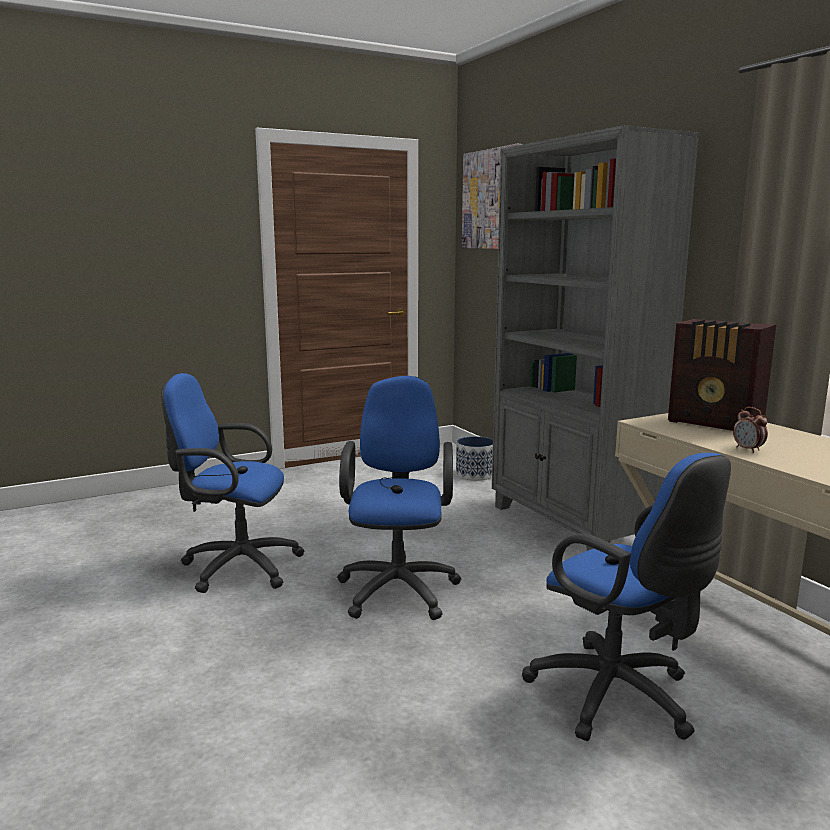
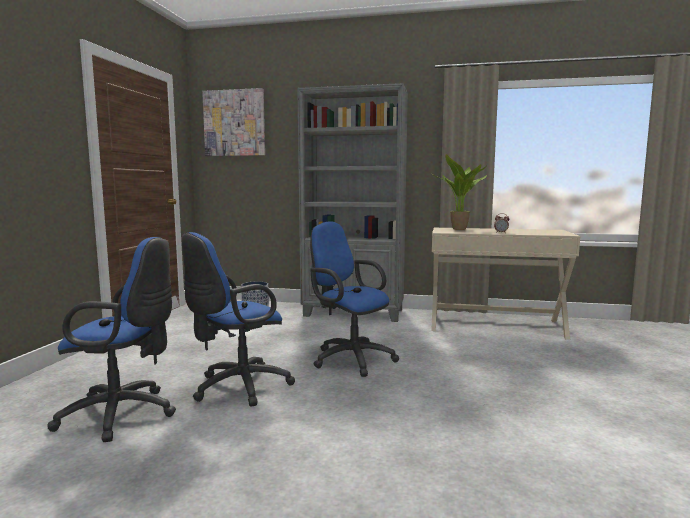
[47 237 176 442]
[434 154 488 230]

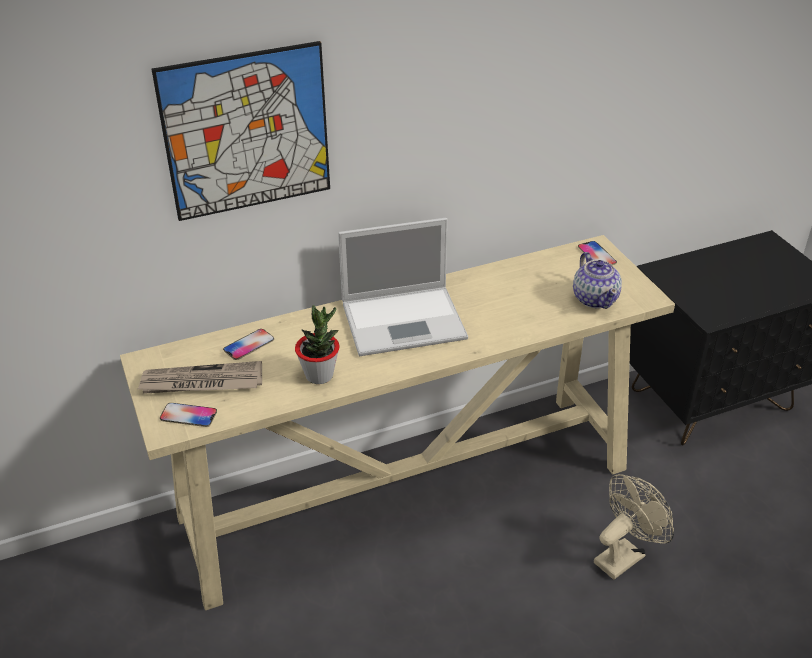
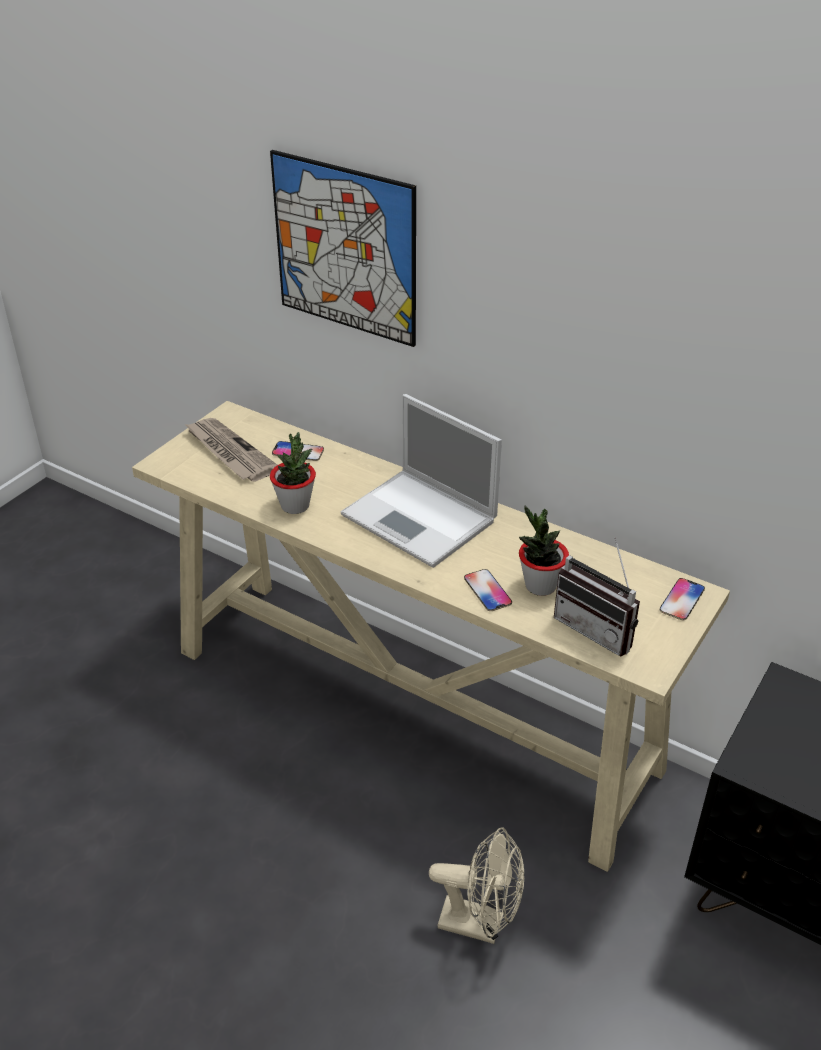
[464 569 512 611]
[554 537 640 656]
[519 505 569 596]

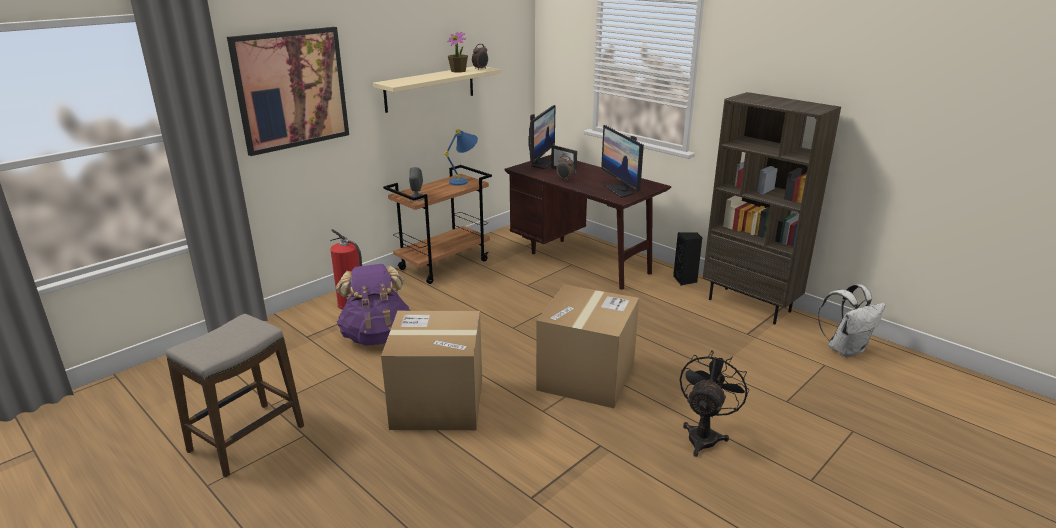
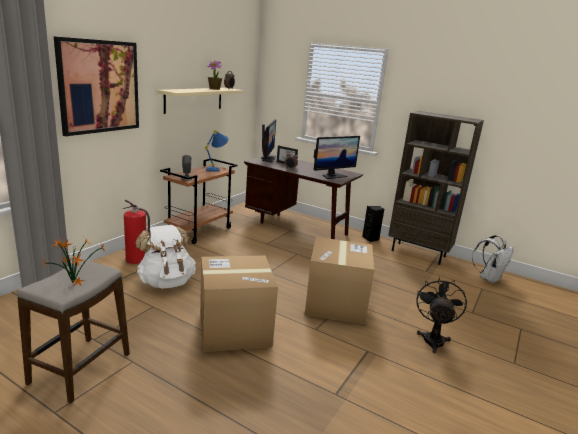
[135 225 196 289]
[314 136 360 179]
[42 237 105 287]

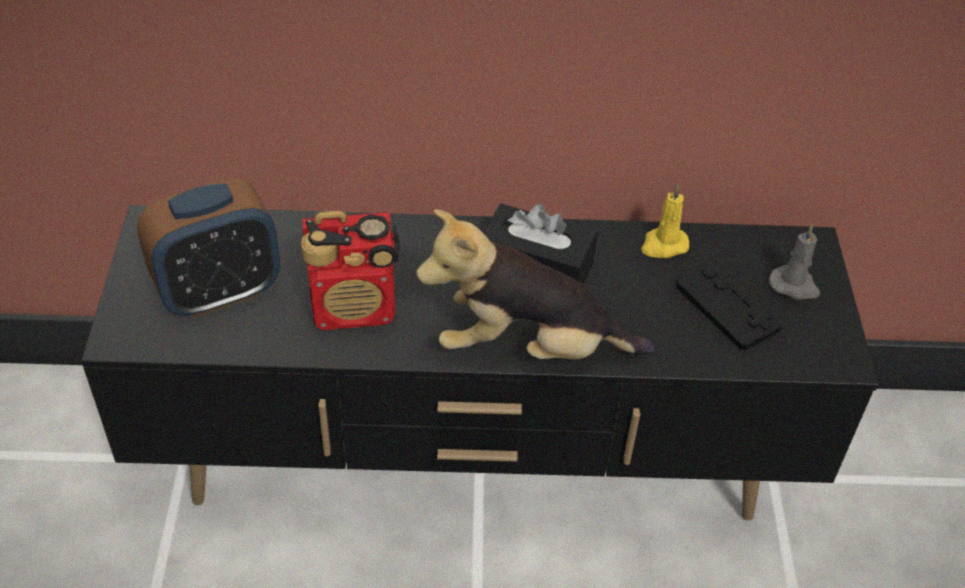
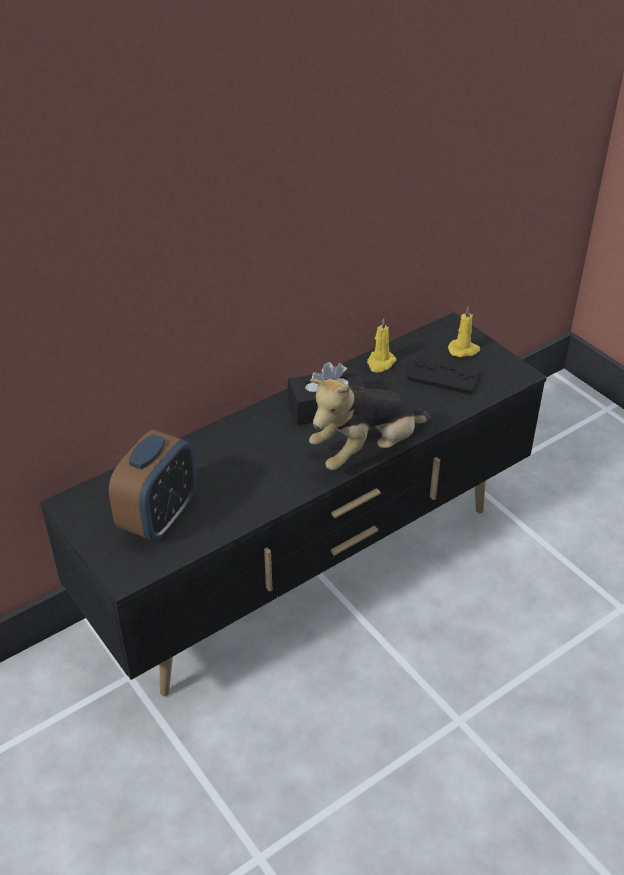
[301 210 400 330] (first image)
[448 306 480 357]

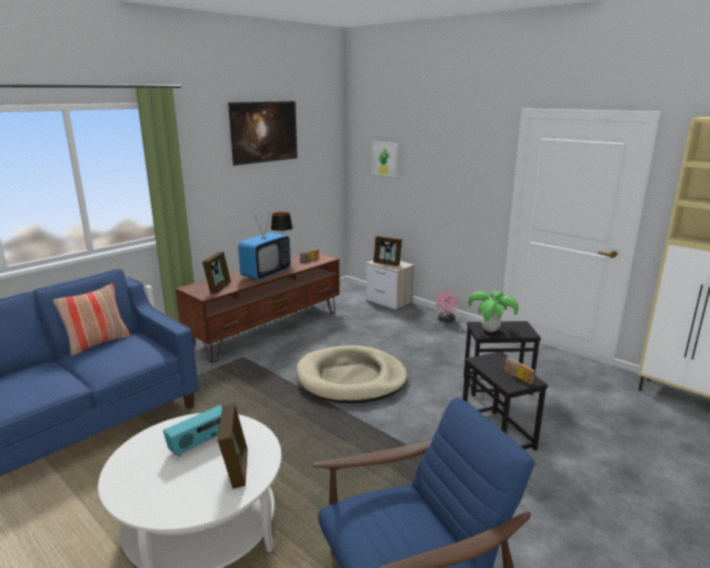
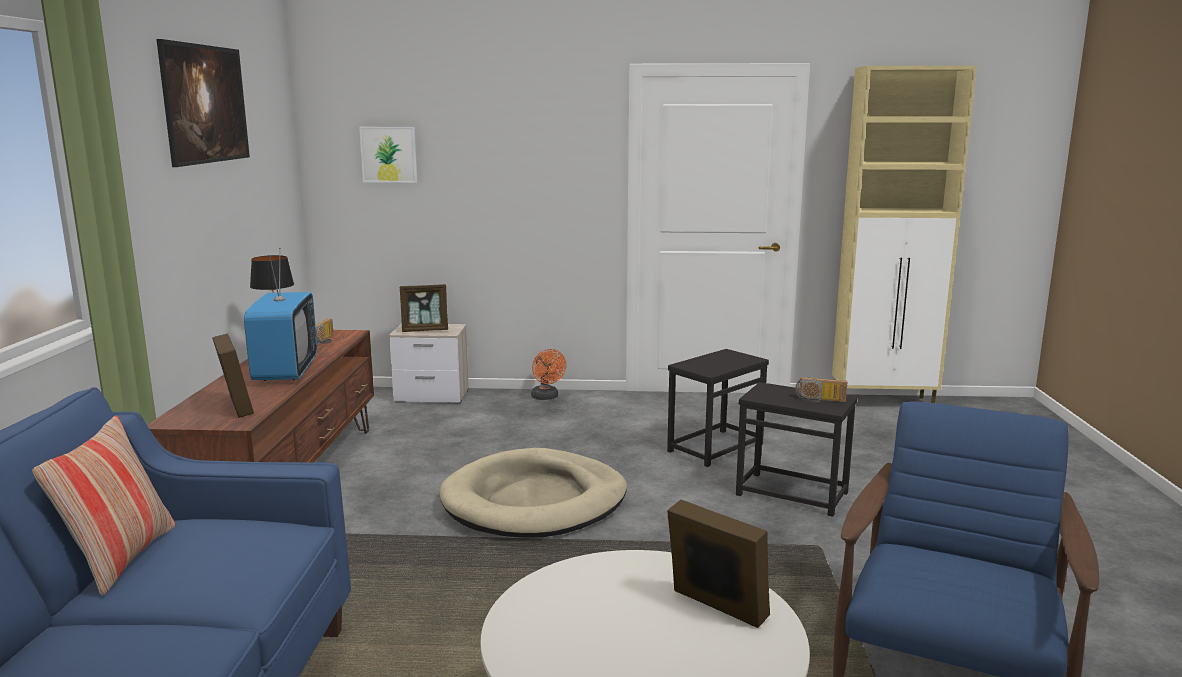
[163 405 222 457] (first image)
[531 349 566 400]
[468 290 518 332] (first image)

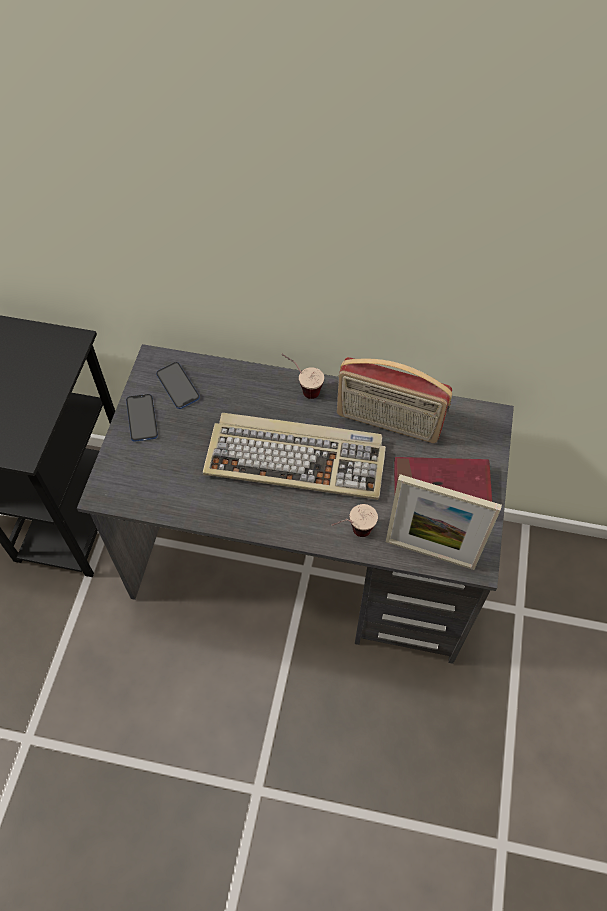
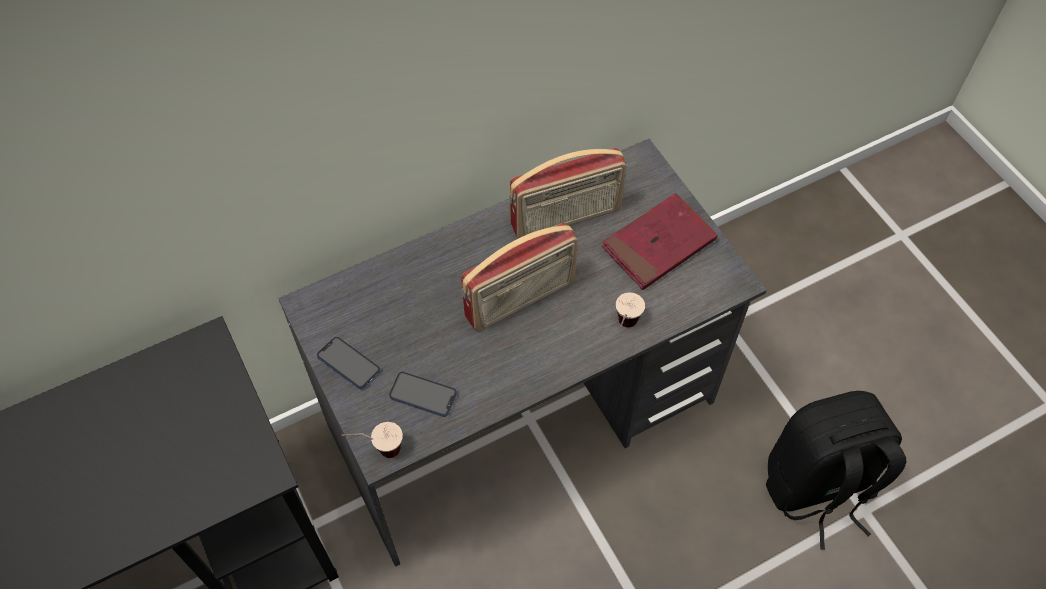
[389 371 457 417]
[461 223 578 331]
[342 422 403 458]
[386 474 502 570] (first image)
[766 391 906 550]

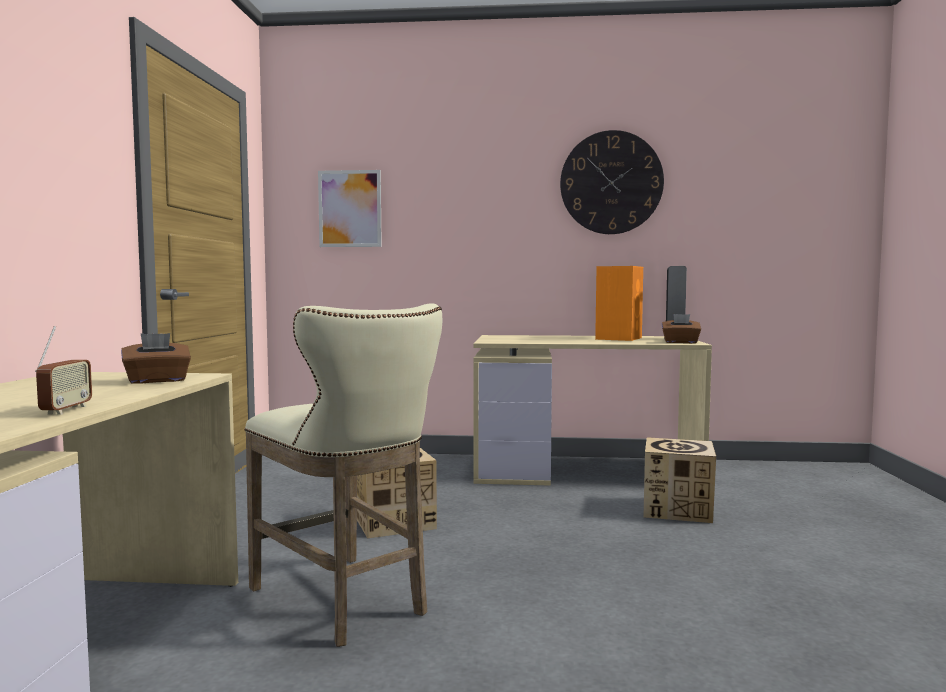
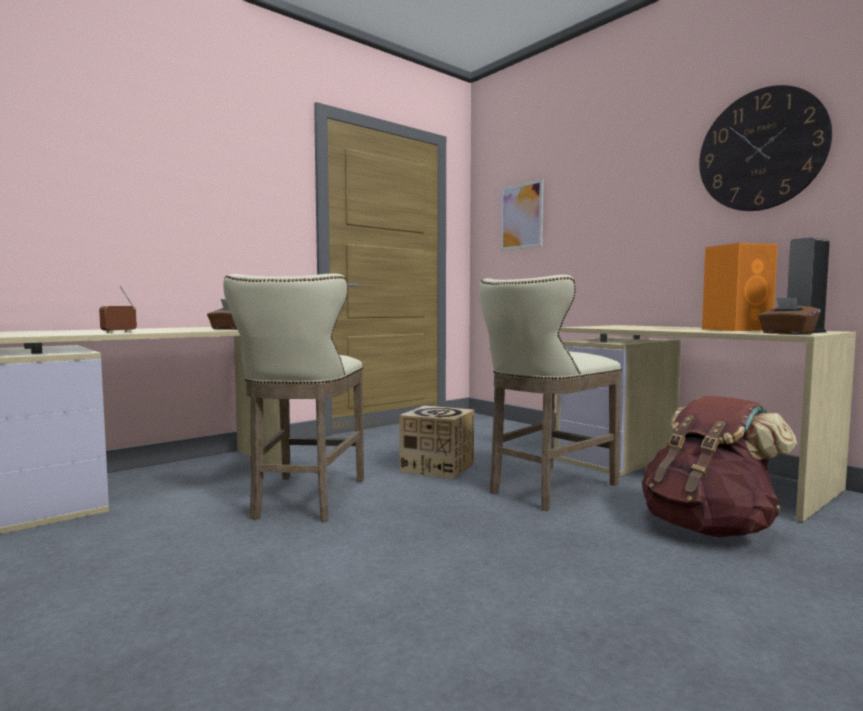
[99 286 137 333]
[642 396 797 537]
[479 275 622 511]

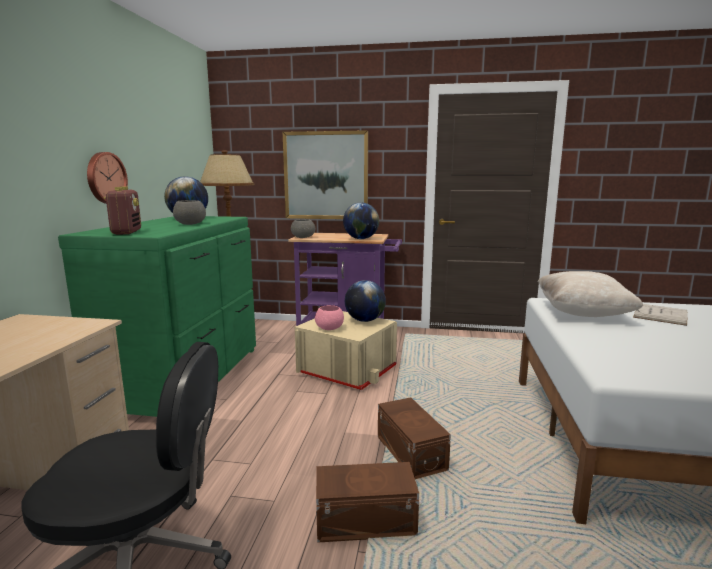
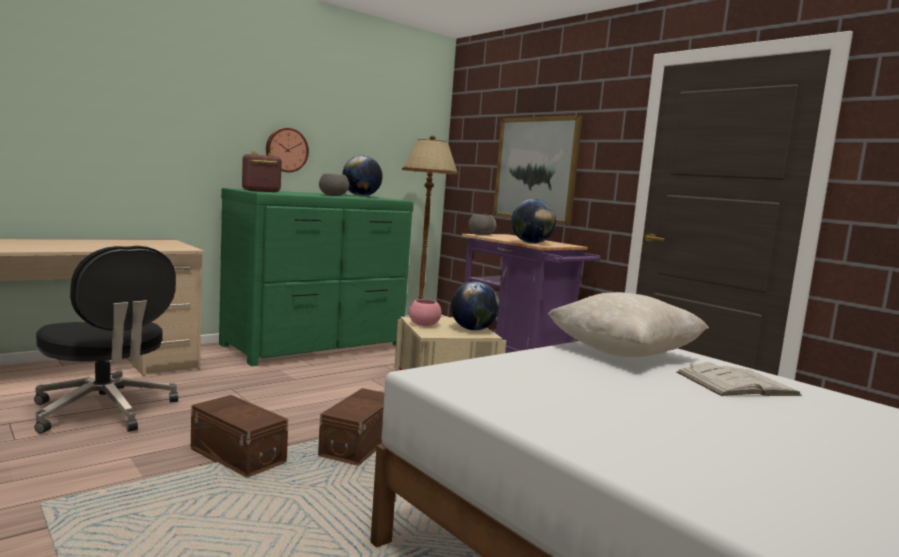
[242 152 282 192]

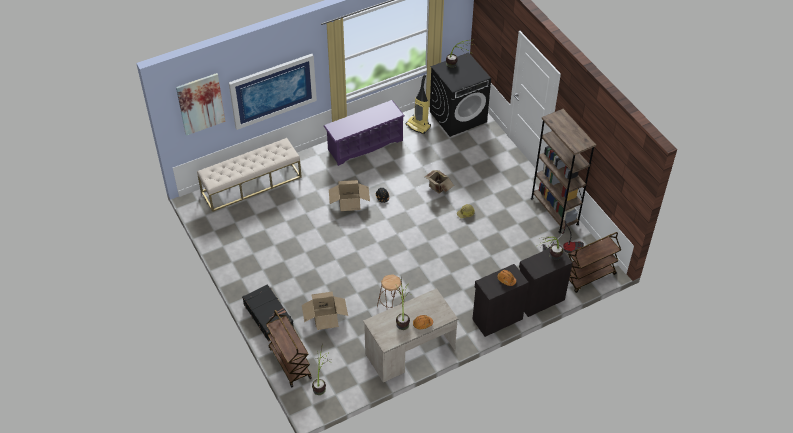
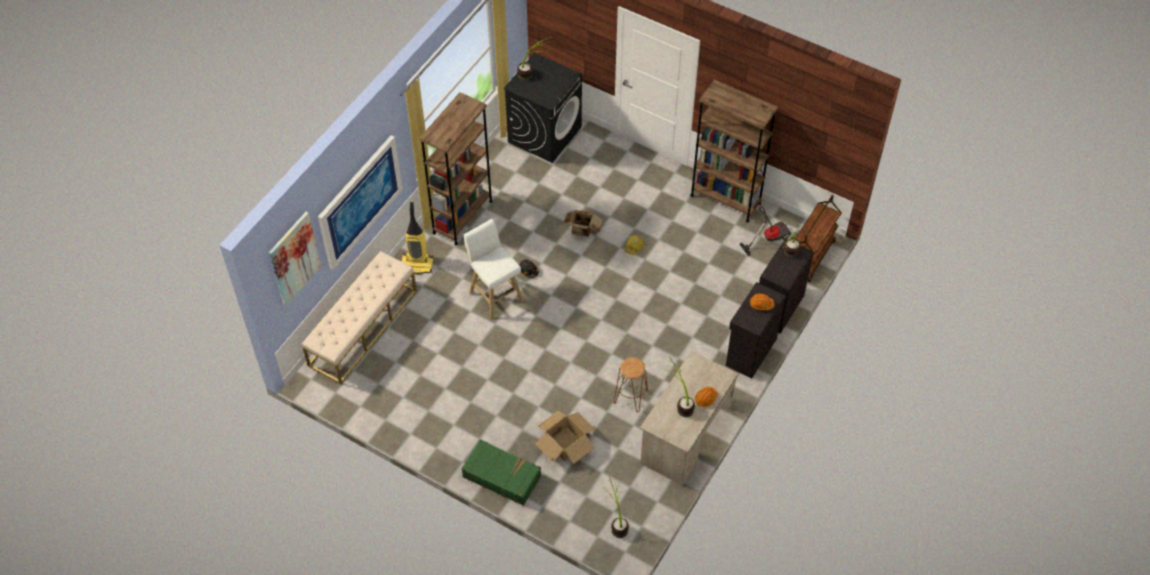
[461 440 541 506]
[266 310 312 387] (first image)
[419 92 493 245]
[464 219 524 319]
[402 202 434 274]

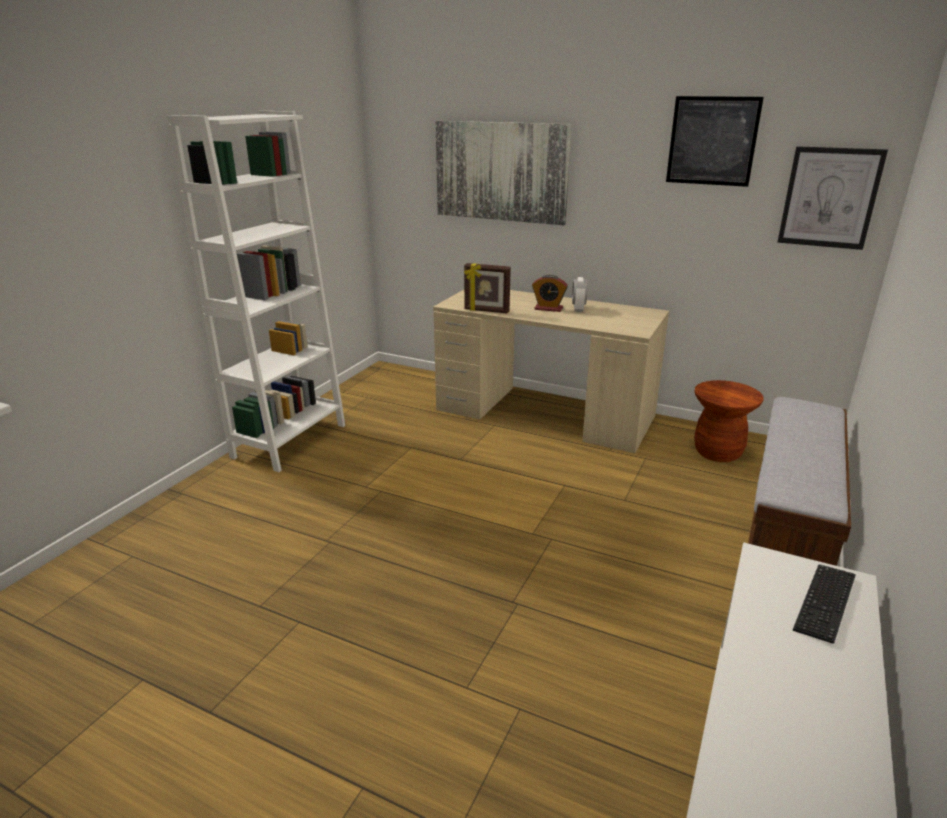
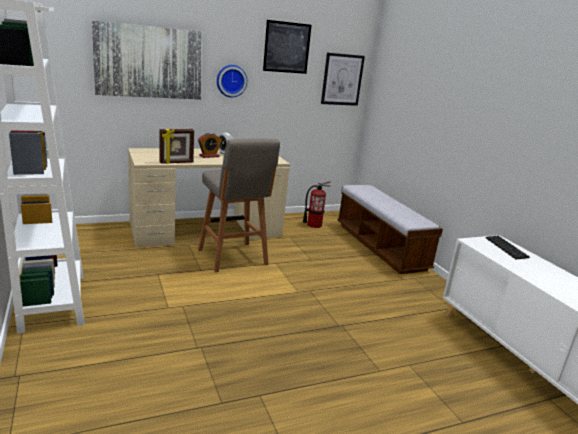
[303 181 331 228]
[198 138 280 272]
[217 65 247 97]

